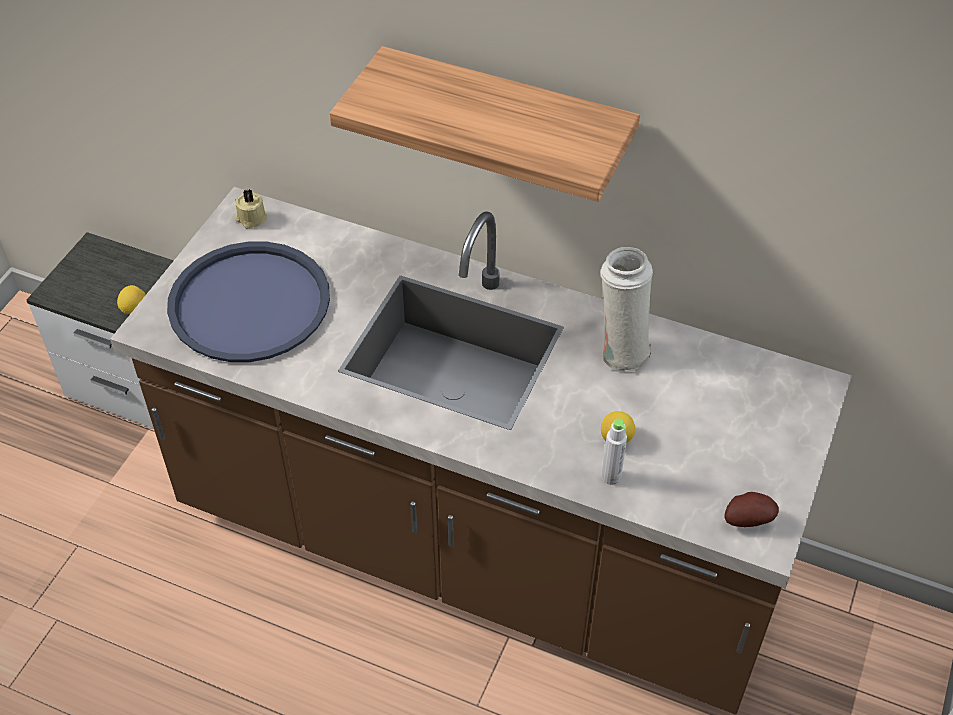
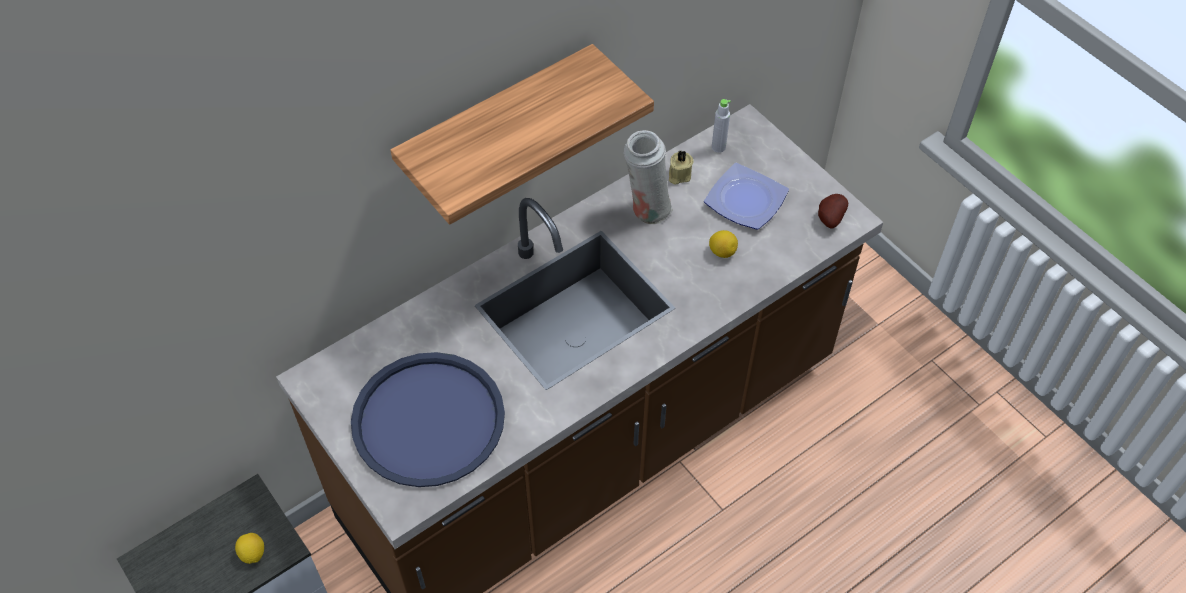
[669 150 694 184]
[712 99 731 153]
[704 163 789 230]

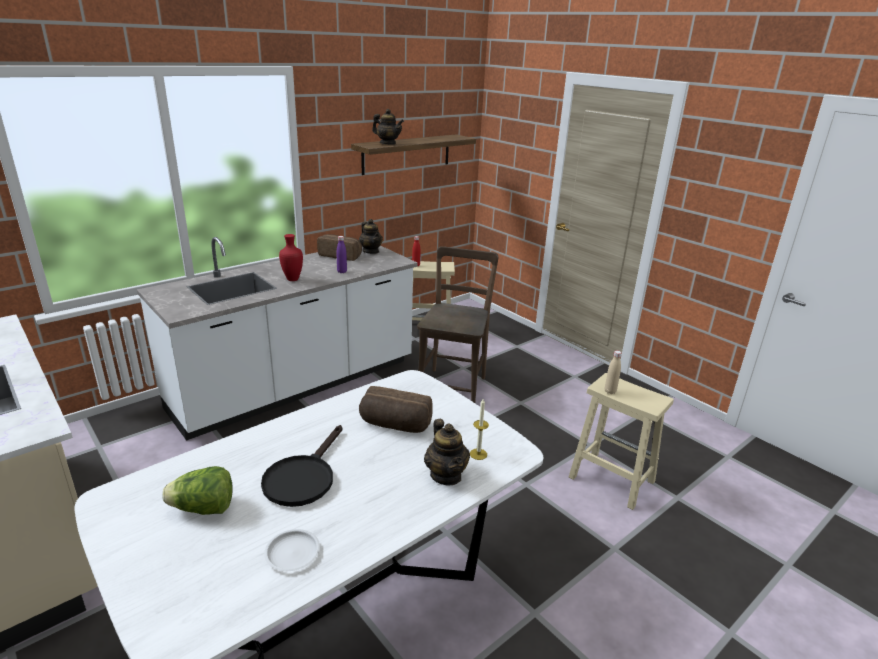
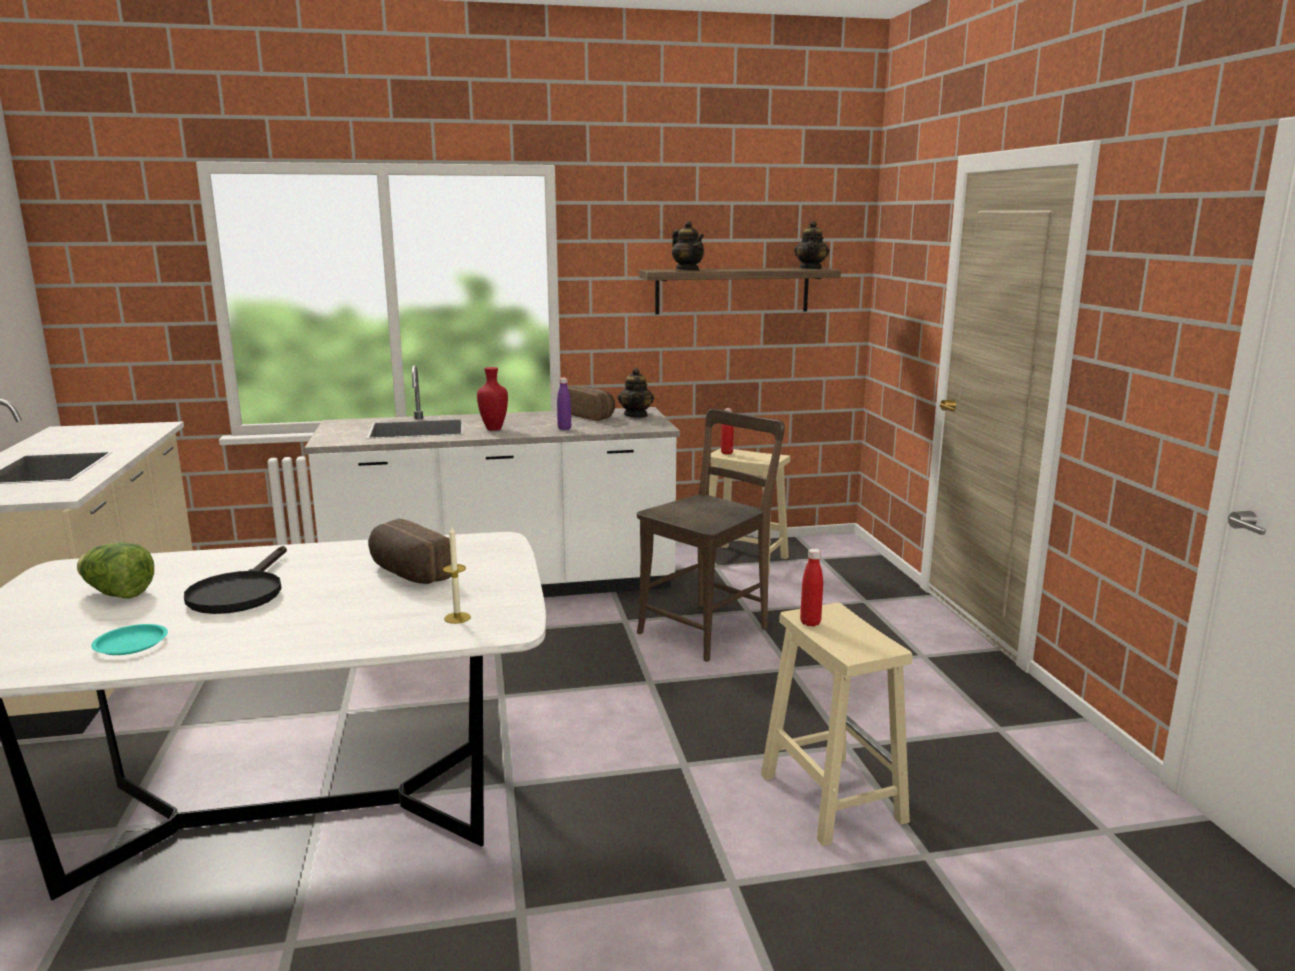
[184 546 287 614]
[91 624 168 655]
[794 221 829 269]
[800 549 823 627]

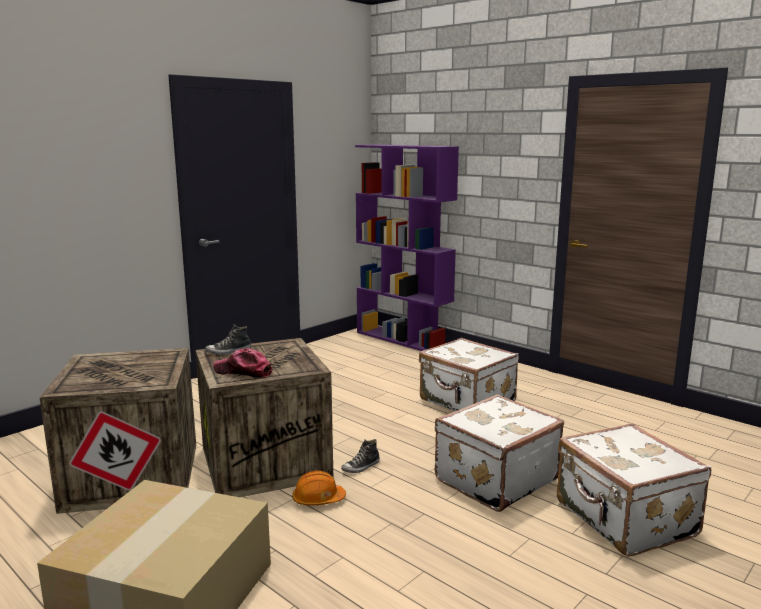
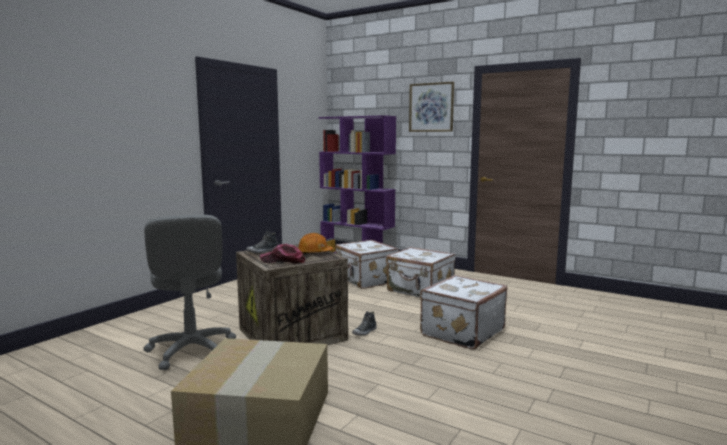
[143 215 236 370]
[298 233 333 254]
[335 240 399 289]
[409 82 454 132]

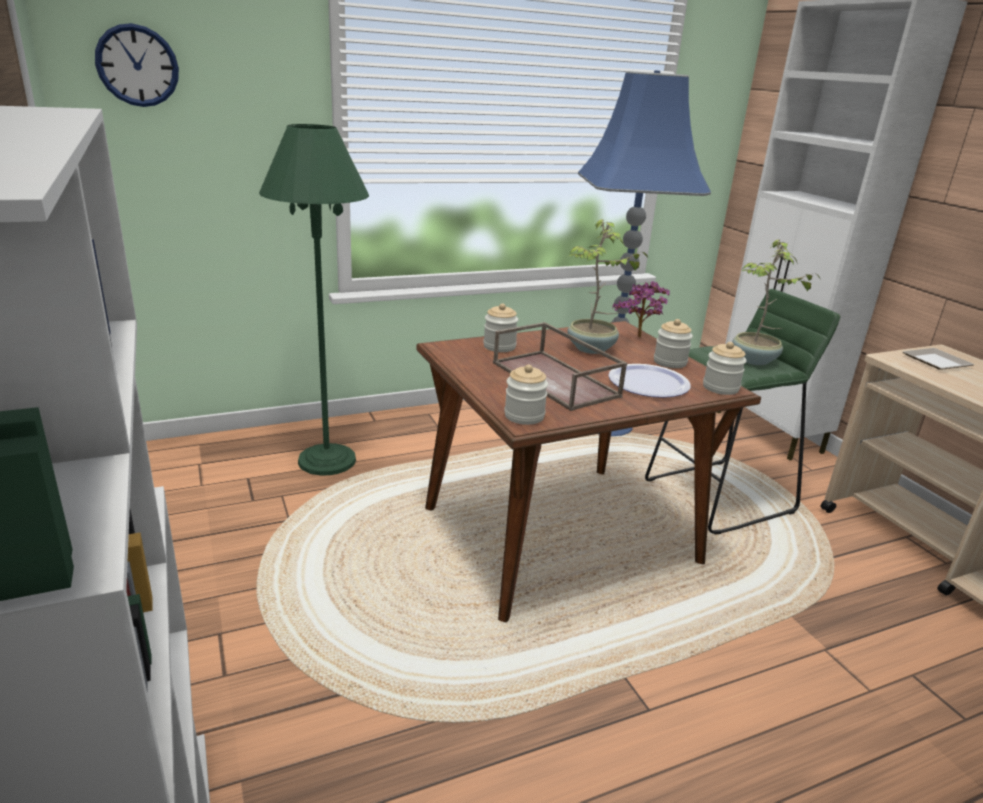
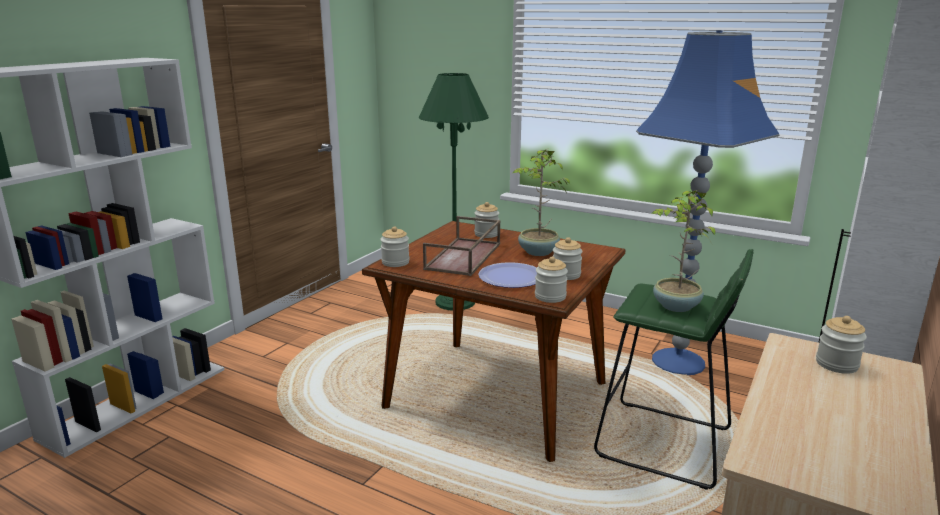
[95 23 179 107] (first image)
[613 281 670 337] (first image)
[816 316 867 374]

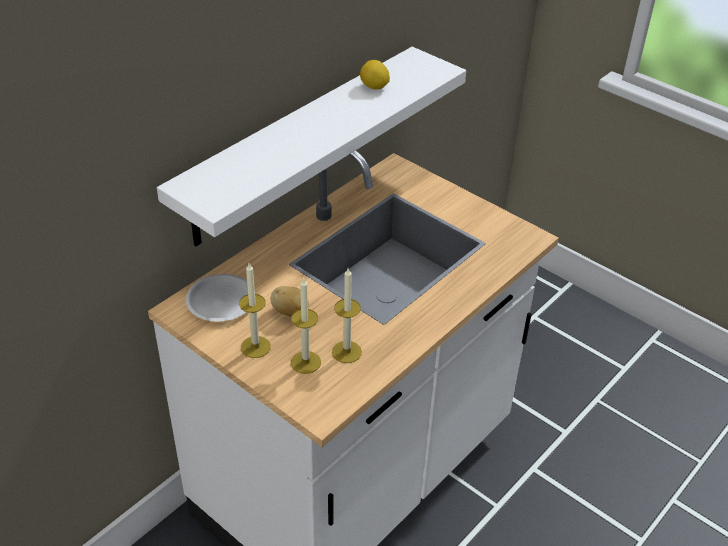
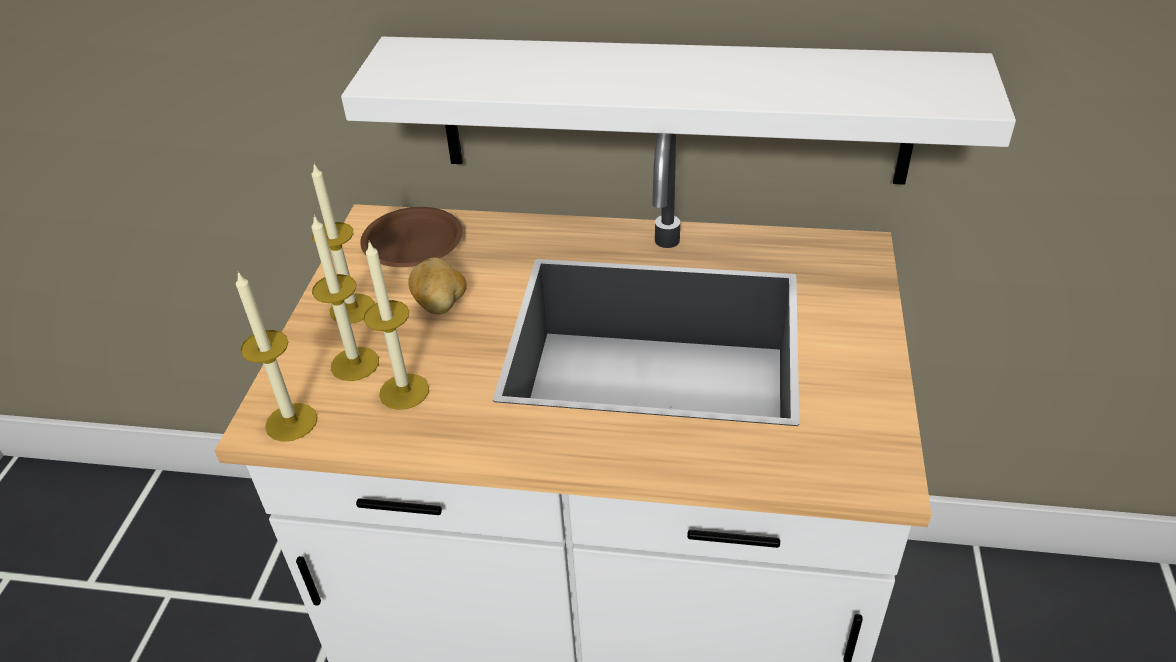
[360 207 463 267]
[360 60 390 90] (first image)
[236 272 318 442]

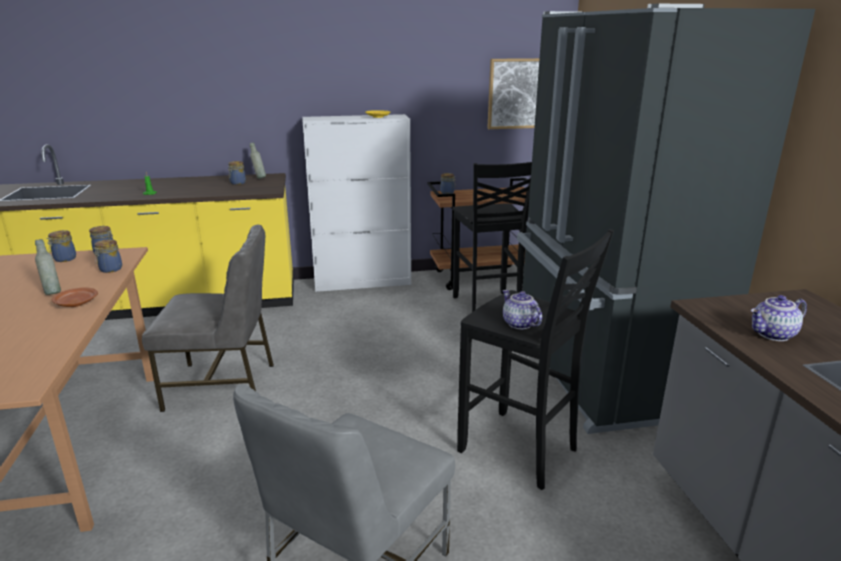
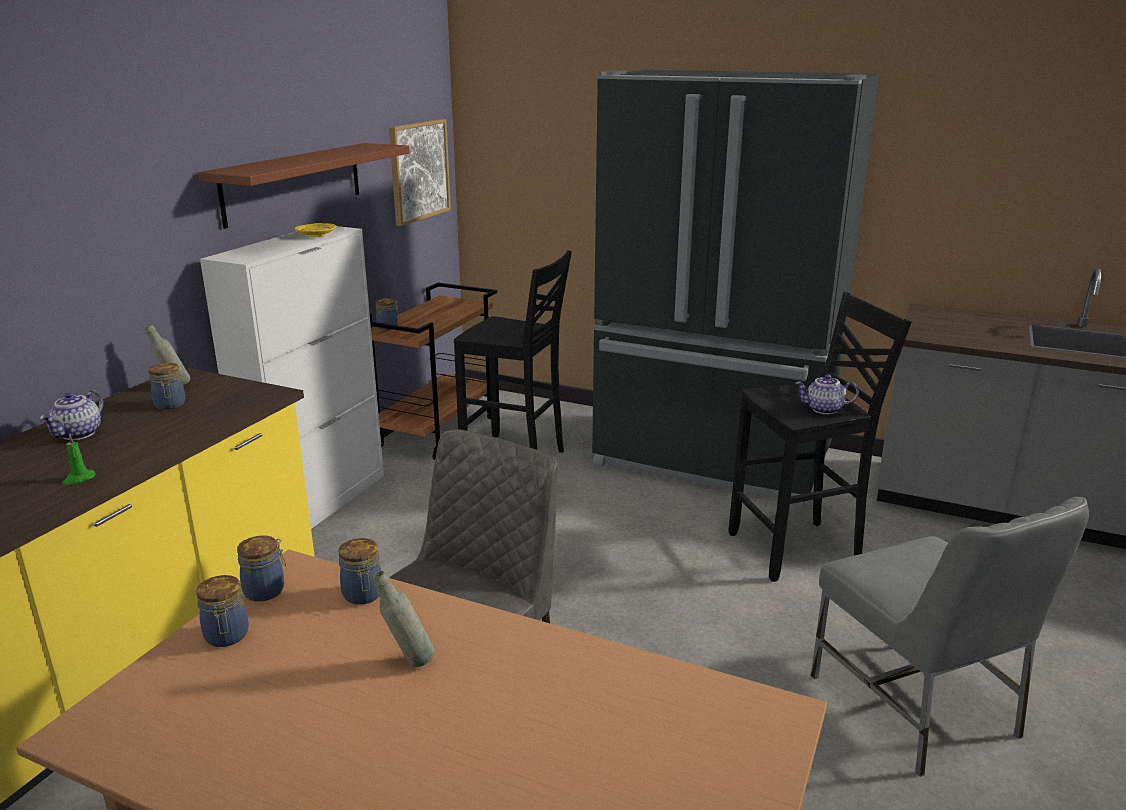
[52 288 98 307] (first image)
[40 390 103 440]
[198 143 410 229]

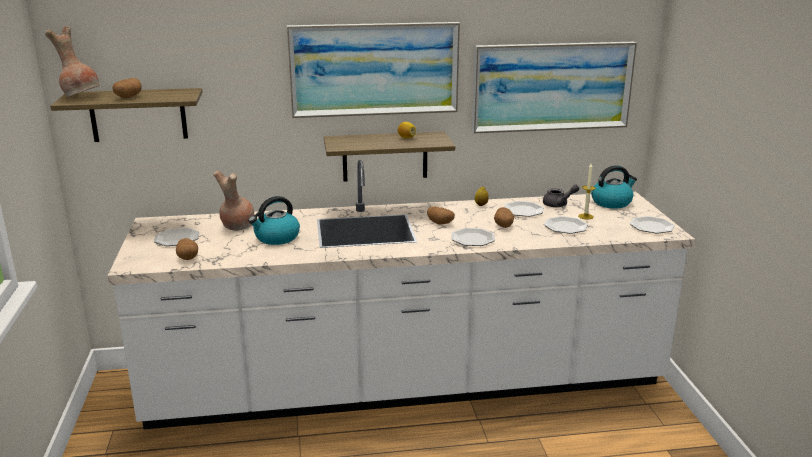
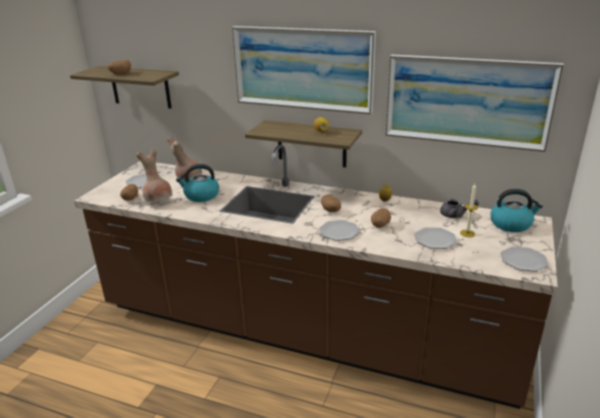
[136 149 173 203]
[74 144 558 409]
[504 201 544 217] (first image)

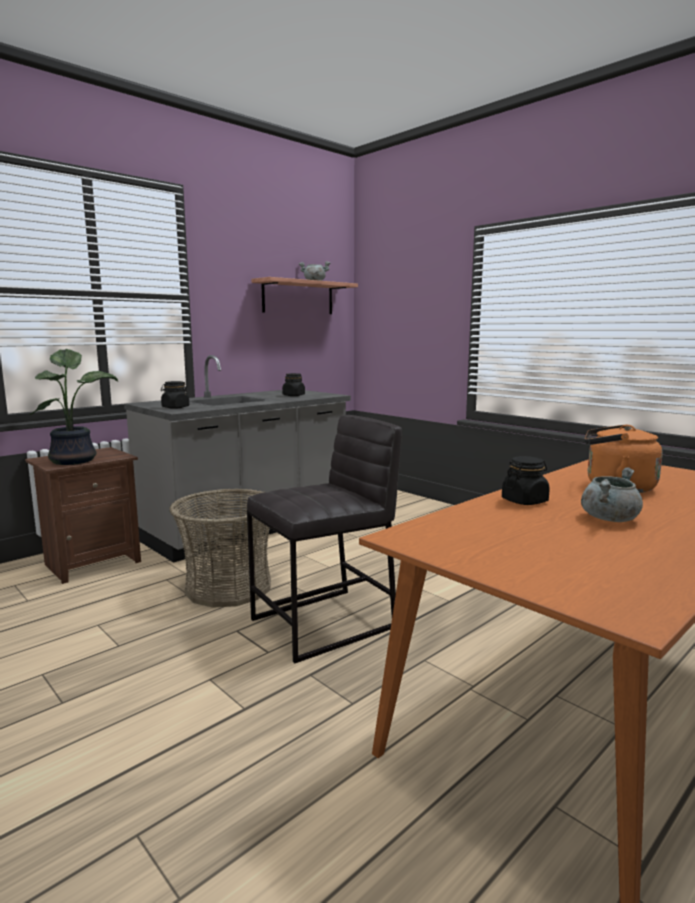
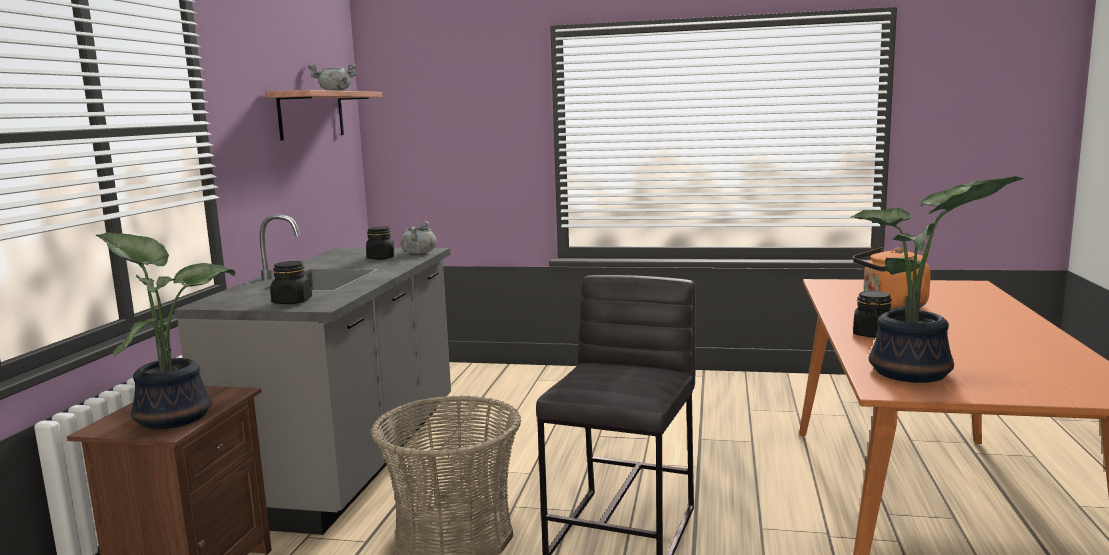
[401 221 436 254]
[851 176 1024 383]

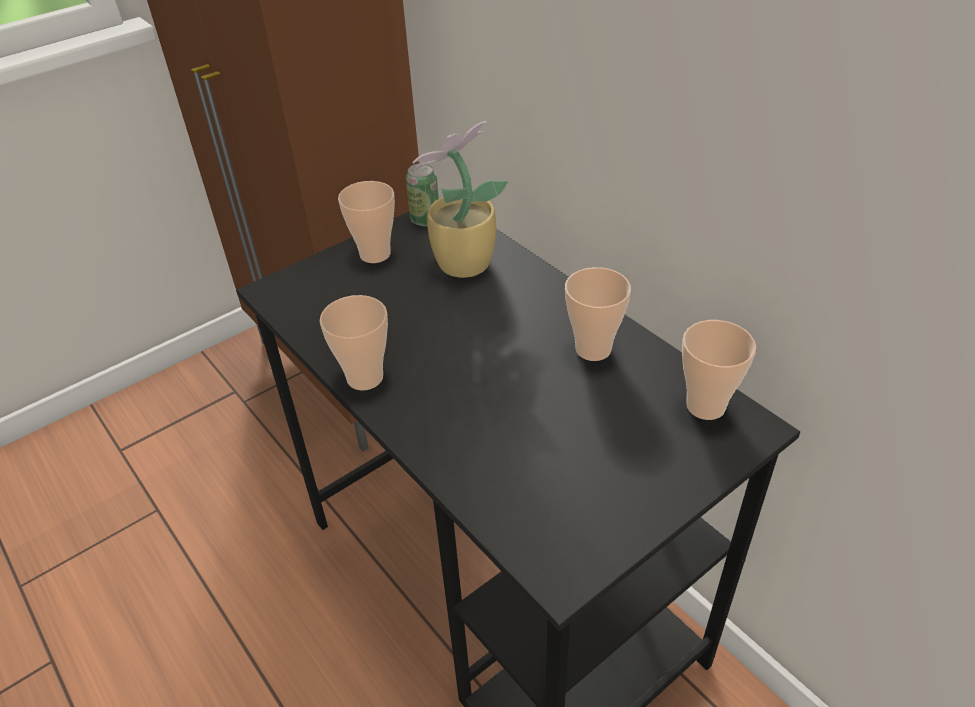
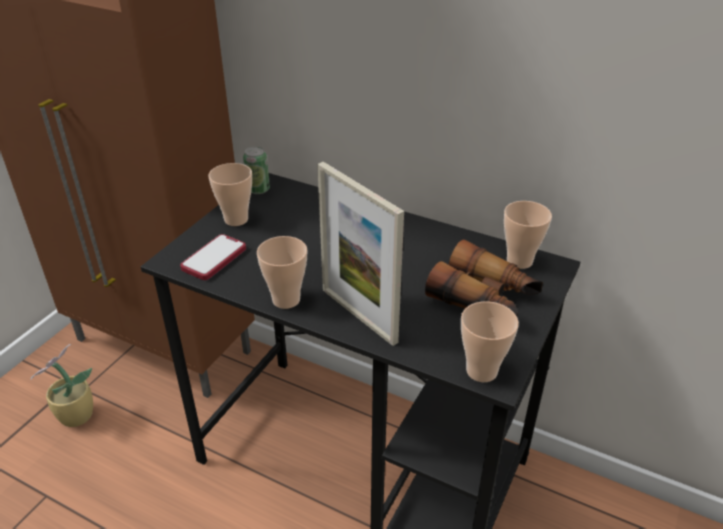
[31 344 93 427]
[461 301 519 382]
[180 234 246 280]
[317 162 404 346]
[425 239 543 316]

